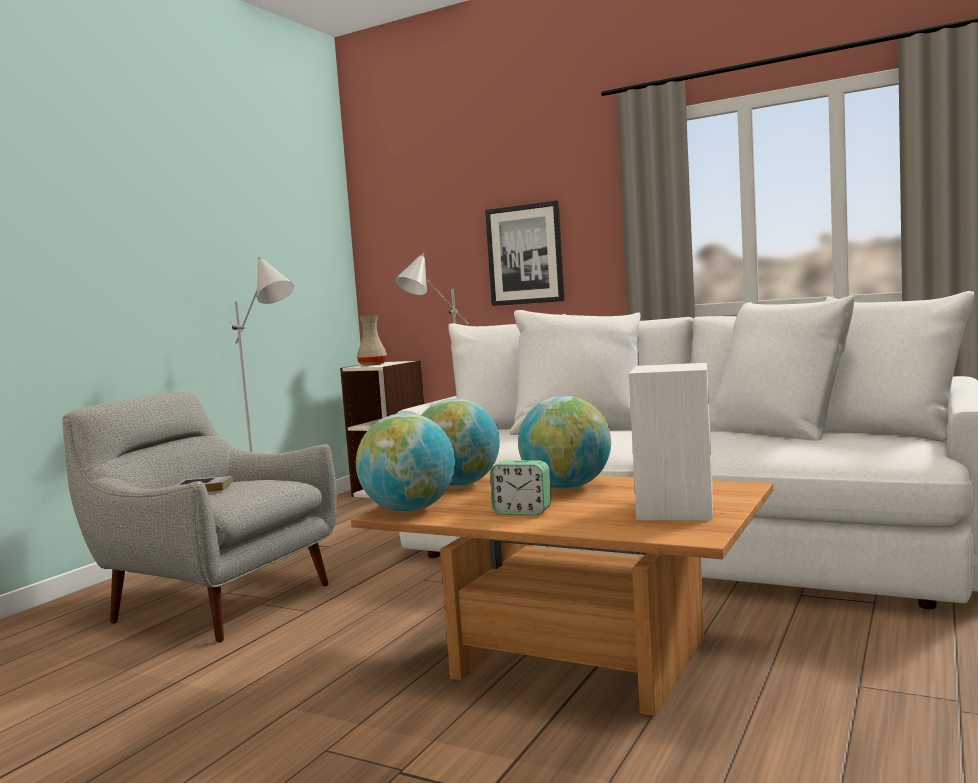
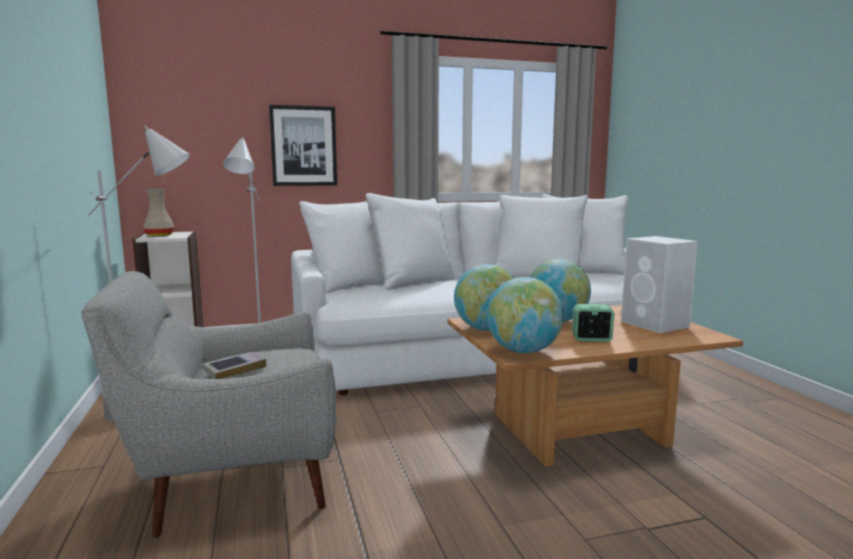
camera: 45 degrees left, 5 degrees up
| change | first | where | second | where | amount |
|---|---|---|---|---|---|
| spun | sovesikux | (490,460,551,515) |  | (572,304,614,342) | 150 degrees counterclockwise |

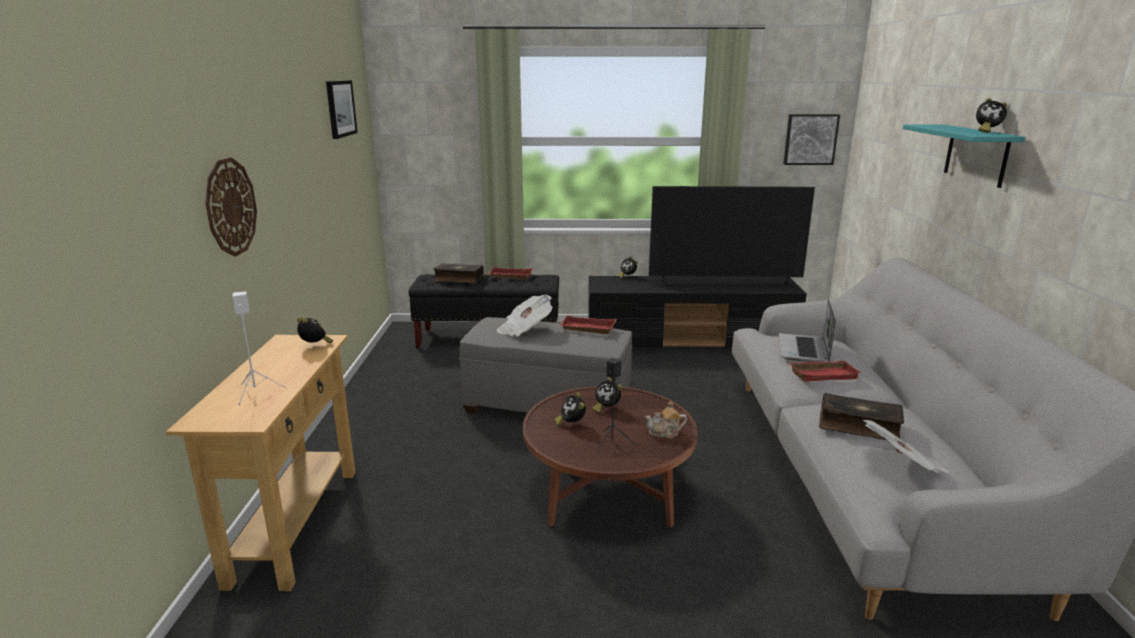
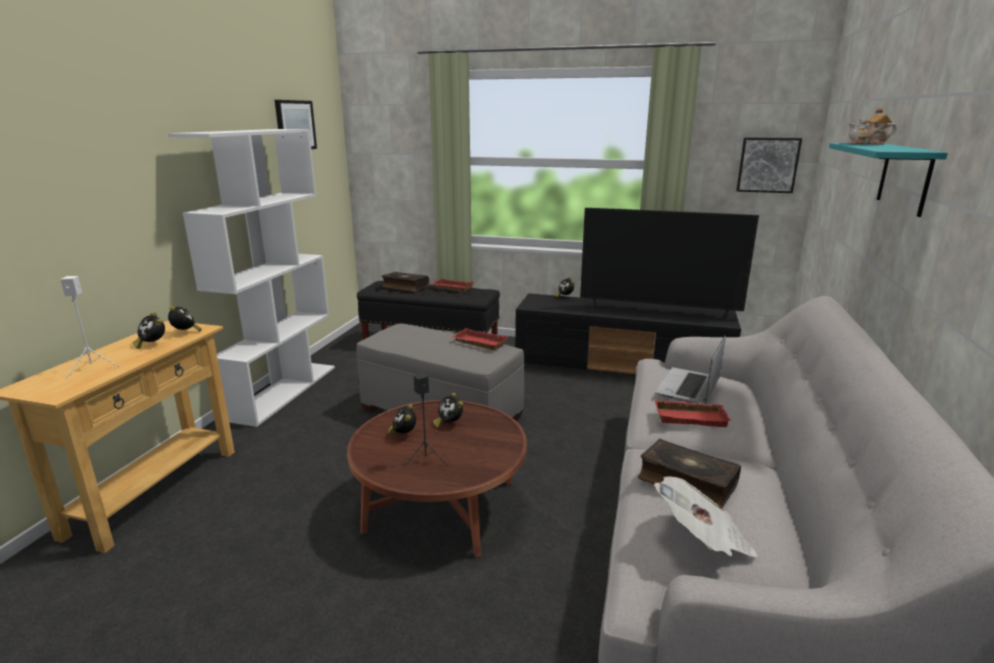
camera: 15 degrees right, 0 degrees up
| change | first | where | second | where | amount |
|---|---|---|---|---|---|
| relocated | sovesikux | (976,98,1007,133) |  | (132,312,165,349) |  |
| missing | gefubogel | (205,157,257,256) |  |  |  |
| missing | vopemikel | (497,295,552,337) |  |  |  |
| relocated | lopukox | (645,401,687,438) |  | (848,107,896,145) |  |
| appeared |  |  | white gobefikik | (168,129,335,427) |  |

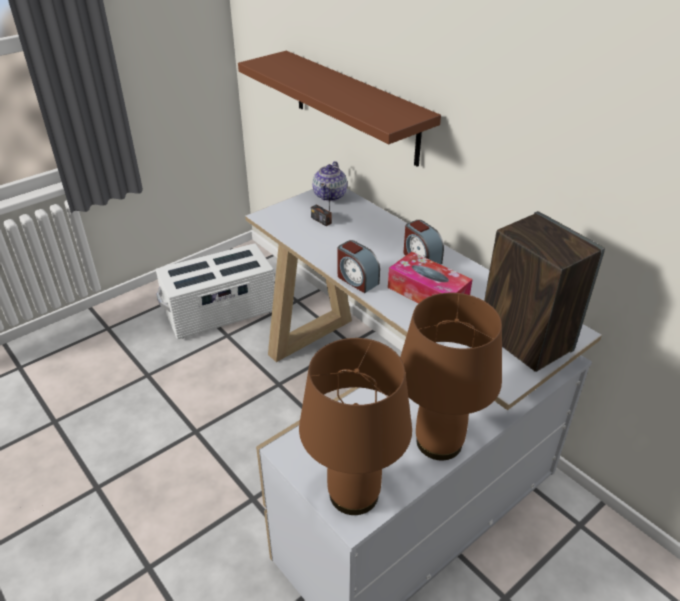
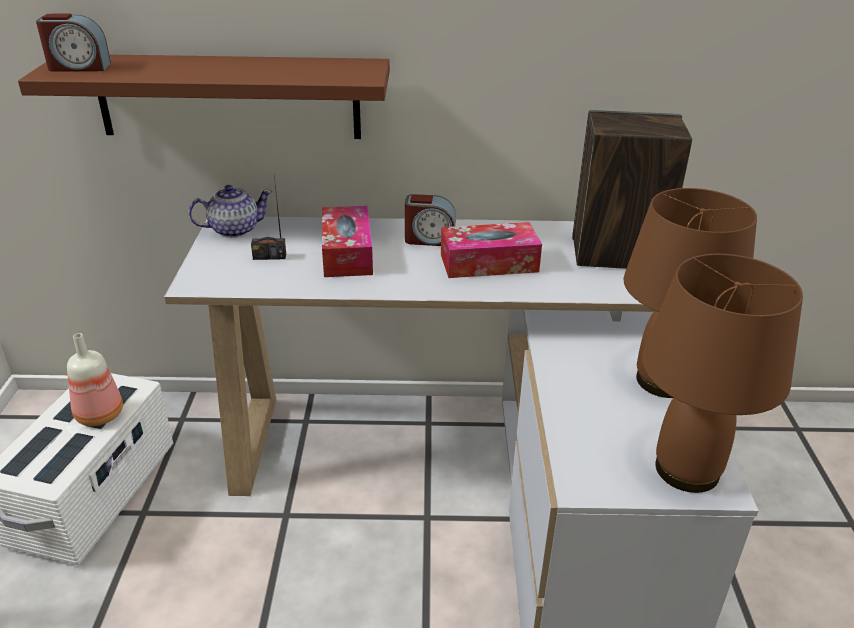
camera: 50 degrees left, 5 degrees down
| change | first | where | second | where | amount |
|---|---|---|---|---|---|
| spun | lopukox | (312,161,347,201) |  | (188,185,272,238) | 75 degrees counterclockwise |
| relocated | sovesikux | (338,240,380,293) |  | (36,14,111,72) |  |
| appeared |  |  | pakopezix | (322,206,373,277) |  |
| appeared |  |  | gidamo | (67,333,123,426) |  |

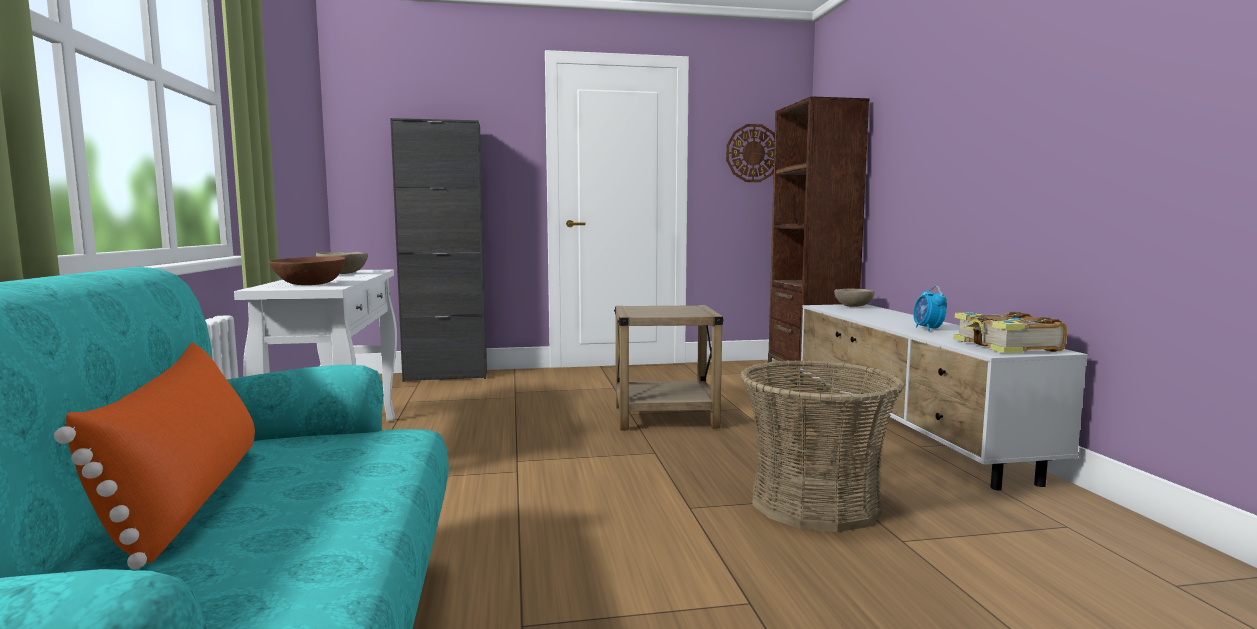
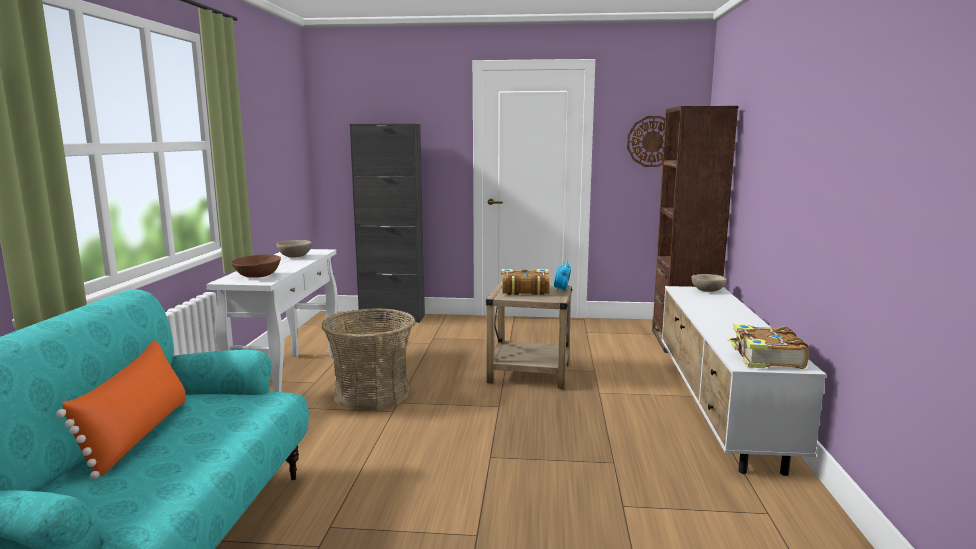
camera: 15 degrees right, 5 degrees up
| change | first | where | second | where | amount |
|---|---|---|---|---|---|
| relocated | sovesikux | (913,286,947,331) |  | (554,260,571,292) |  |
| relocated | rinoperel | (740,360,904,532) |  | (321,308,416,410) |  |
| appeared |  |  | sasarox | (501,269,550,295) |  |

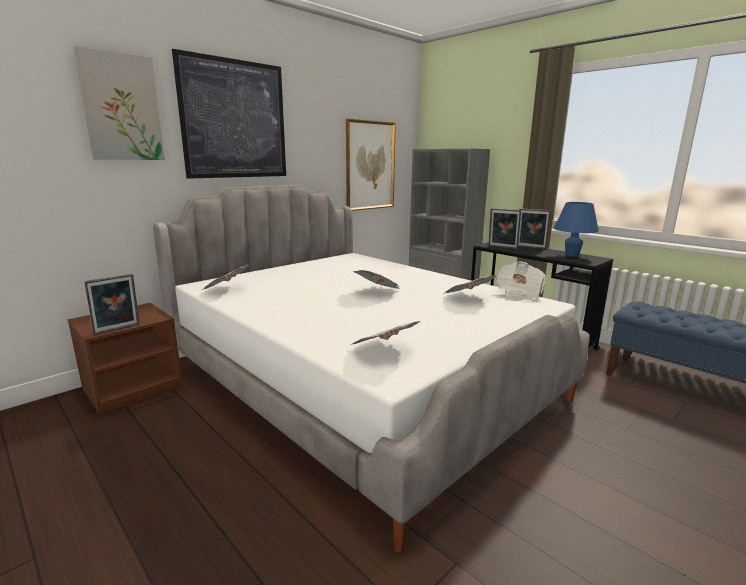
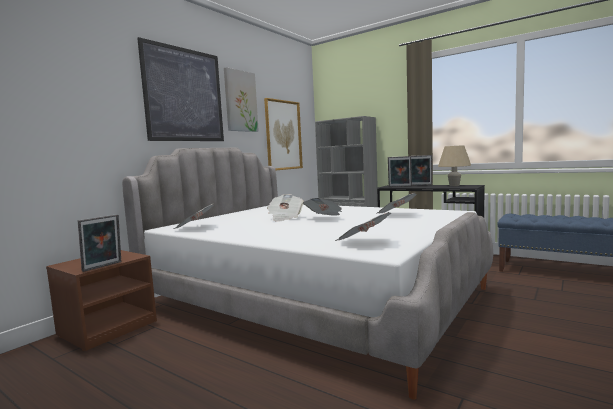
camera: 10 degrees left, 10 degrees down
| change | first | where | second | where | amount |
|---|---|---|---|---|---|
| relocated | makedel | (74,46,165,160) |  | (224,67,259,132) |  |
| colour | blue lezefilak | (554,202,599,257) | beige lezefilak | (438,145,471,186) |  |
| relocated | vopemikel | (496,261,546,301) |  | (267,194,304,222) |  |

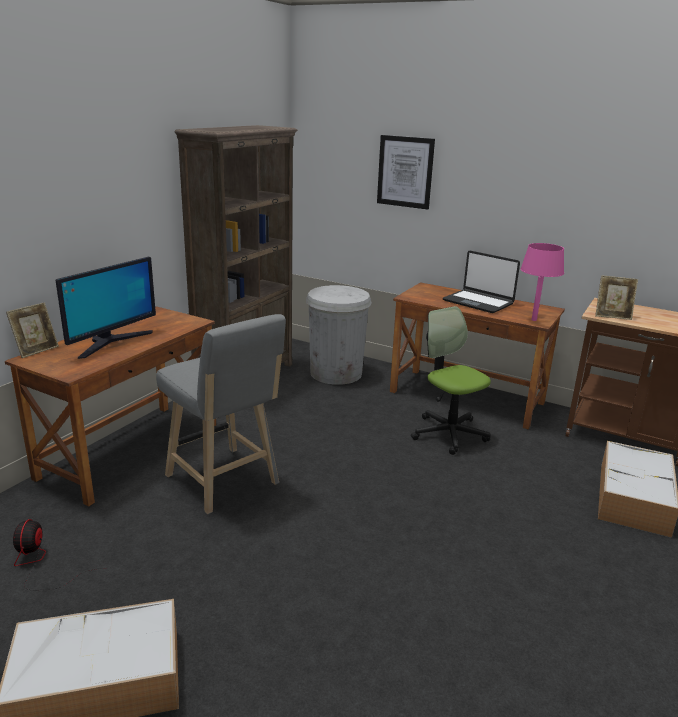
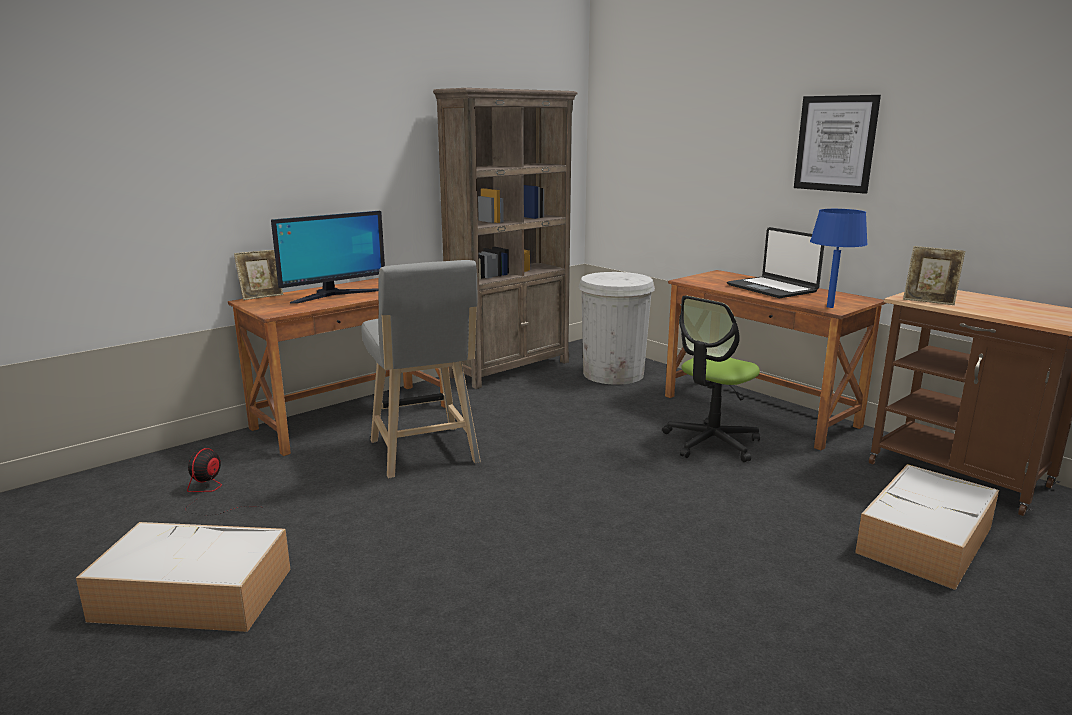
camera: 20 degrees right, 5 degrees down
| change | first | where | second | where | amount |
|---|---|---|---|---|---|
| relocated | makedel | (377,135,435,210) |  | (794,95,881,194) |  |
| colour | pink lezefilak | (521,243,564,321) | blue lezefilak | (810,209,868,308) |  |
| spun | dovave | (411,306,491,455) |  | (662,296,760,462) | 120 degrees counterclockwise |

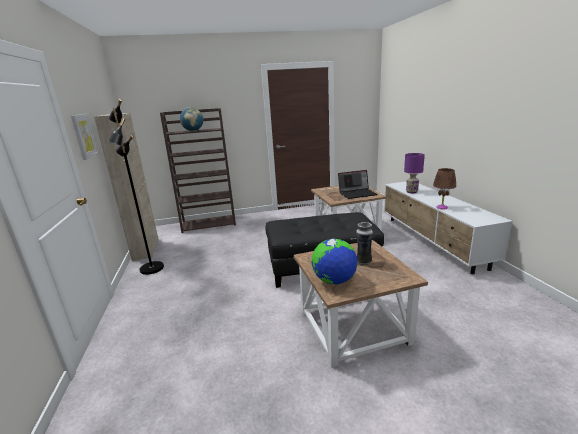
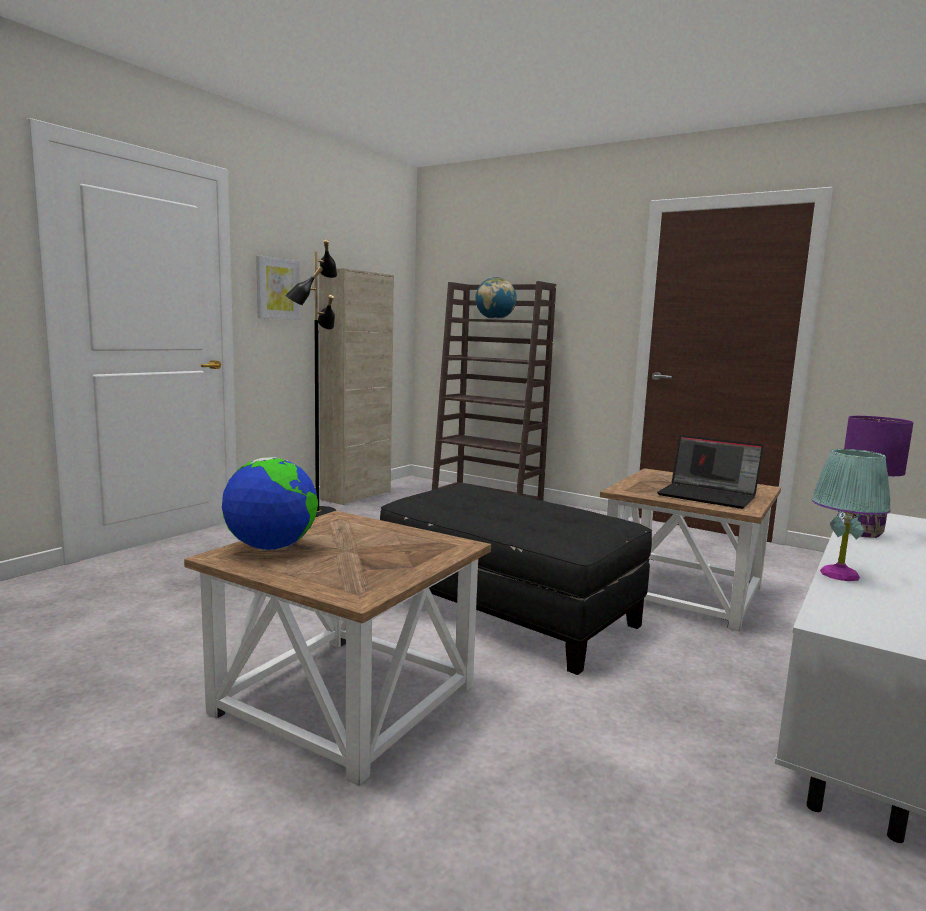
camera: 45 degrees right, 10 degrees down
| change | first | where | second | where | amount |
|---|---|---|---|---|---|
| colour | brown lezefilak | (433,168,456,210) | turquoise lezefilak | (812,449,891,581) |  |
| missing | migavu | (356,222,373,265) |  |  |  |

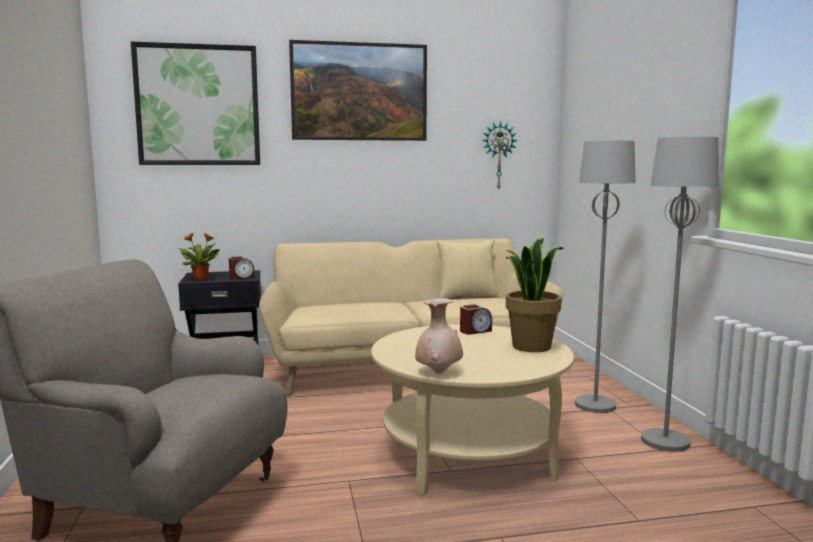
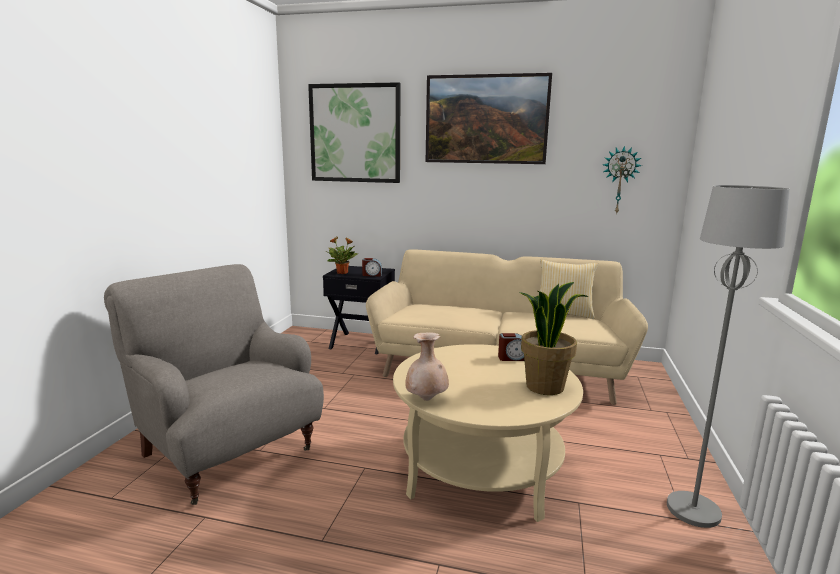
camera: 25 degrees right, 5 degrees up
| change | first | where | second | where | amount |
|---|---|---|---|---|---|
| missing | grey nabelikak | (575,140,636,413) |  |  |  |

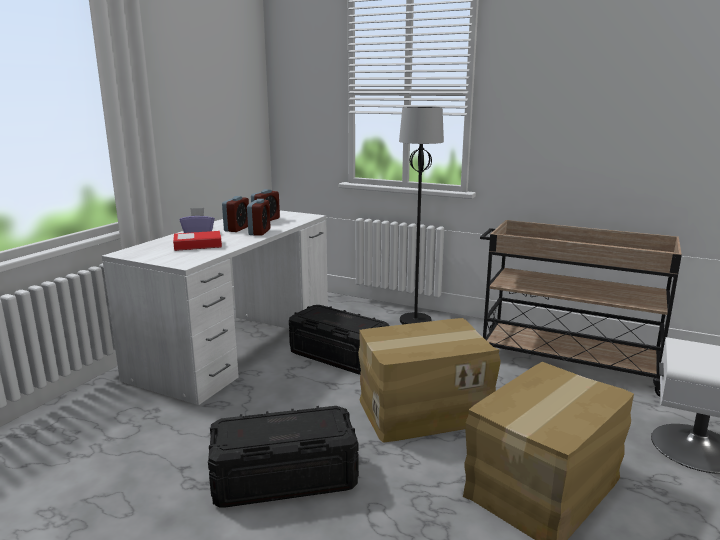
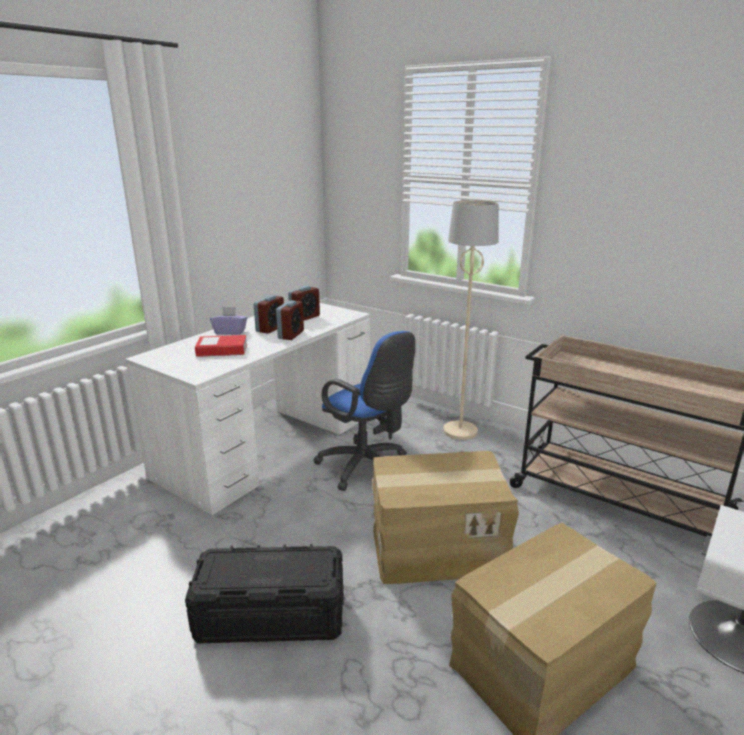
camera: 10 degrees right, 5 degrees up
| change | first | where | second | where | amount |
|---|---|---|---|---|---|
| colour | black nabelikak | (399,106,444,324) | beige nabelikak | (443,200,498,440) |  |
| exchanged | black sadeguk | (289,305,390,375) | blue dovave | (314,331,415,491) |  |

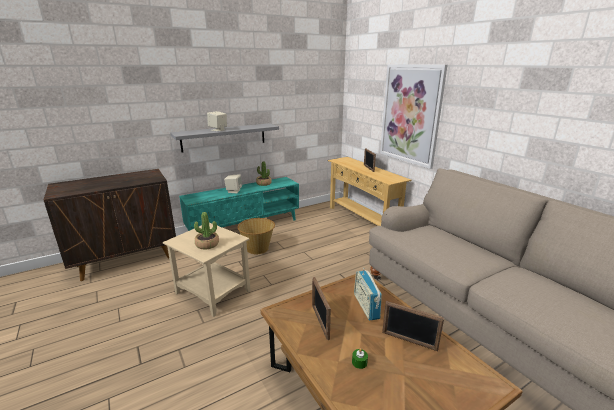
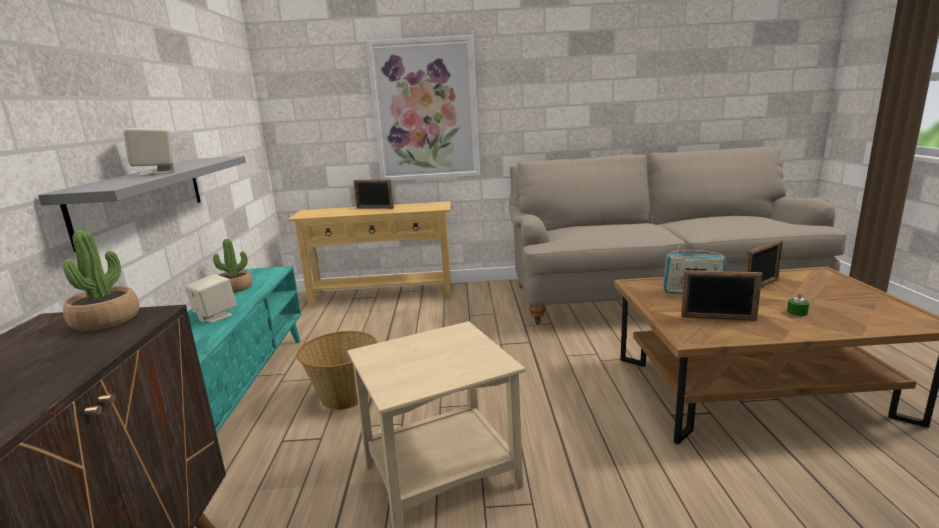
camera: 60 degrees left, 5 degrees down
| change | first | where | second | where | amount |
|---|---|---|---|---|---|
| relocated | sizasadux | (194,212,219,249) |  | (63,230,139,331) |  |

